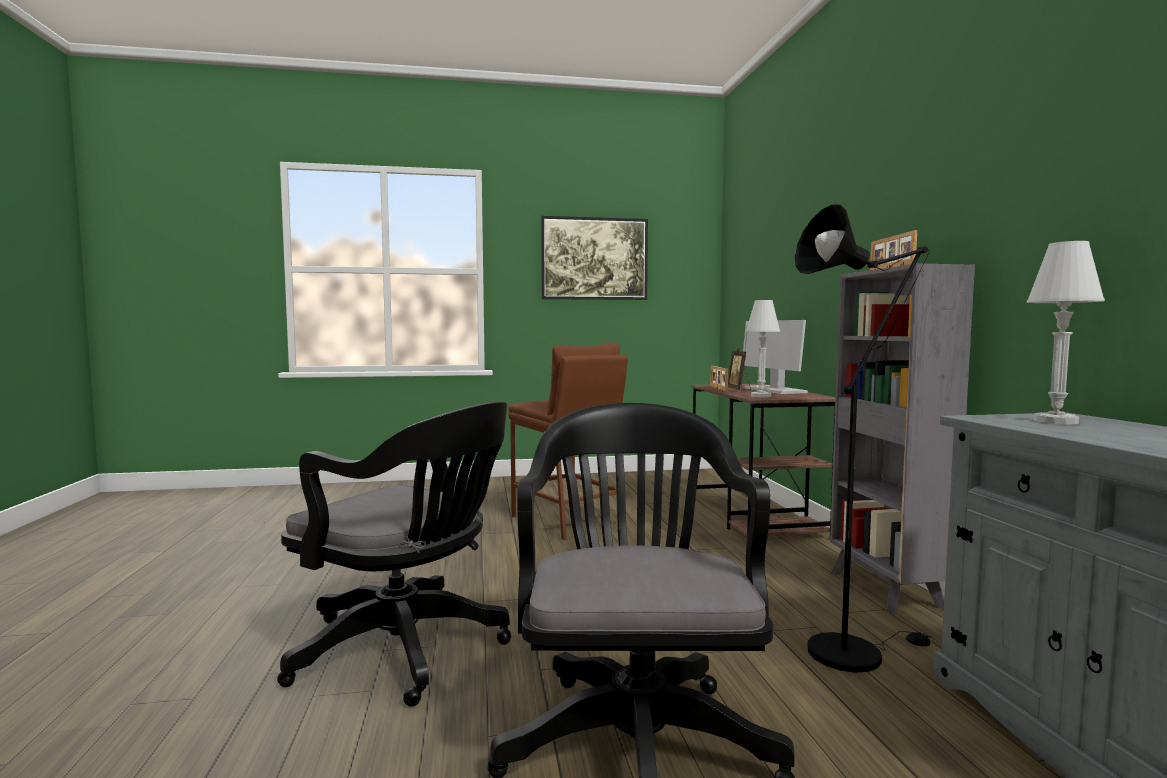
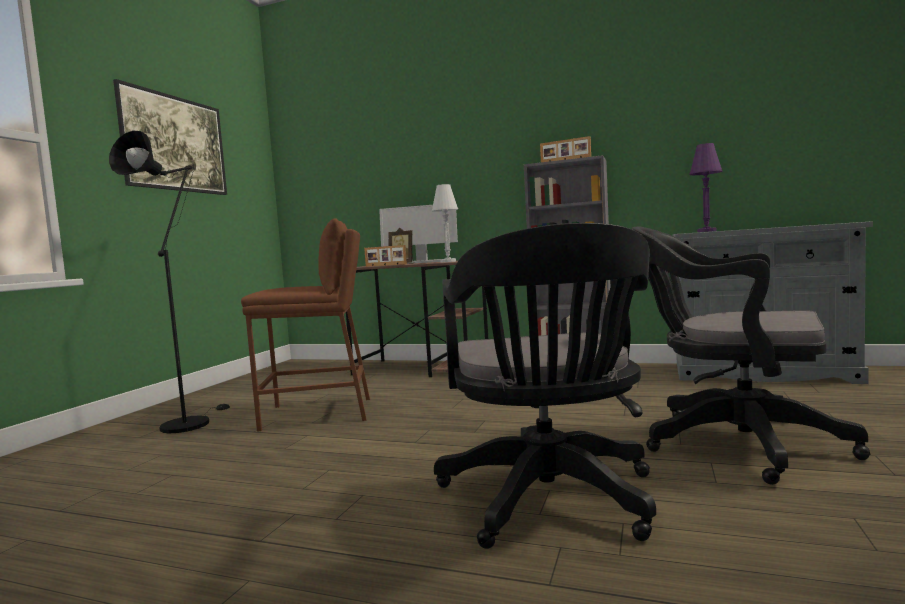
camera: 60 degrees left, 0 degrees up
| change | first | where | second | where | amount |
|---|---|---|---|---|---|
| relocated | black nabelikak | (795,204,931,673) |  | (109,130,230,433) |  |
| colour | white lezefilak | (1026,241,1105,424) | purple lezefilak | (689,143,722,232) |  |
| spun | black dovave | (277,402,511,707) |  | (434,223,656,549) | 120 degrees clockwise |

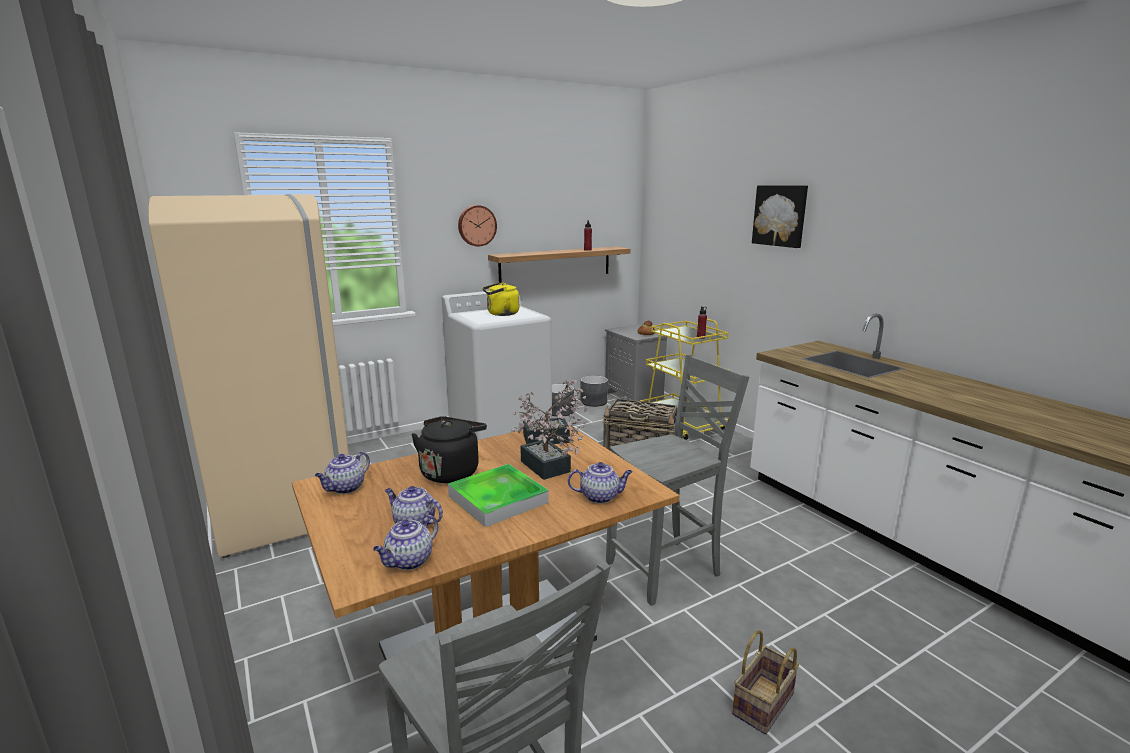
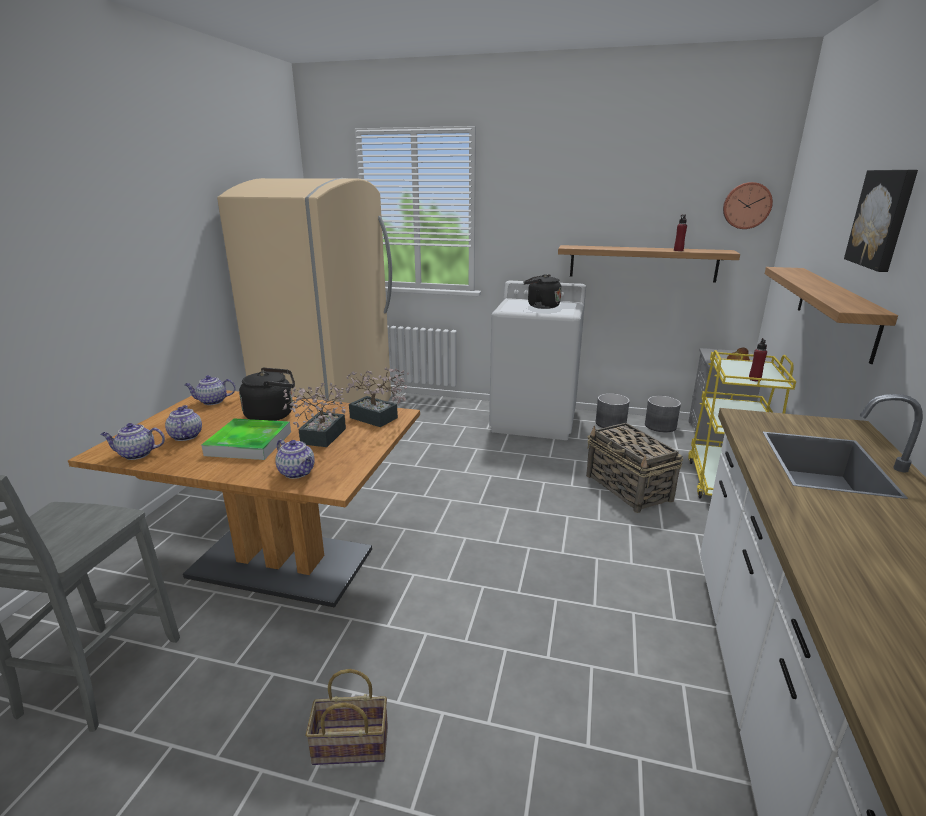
camera: 45 degrees right, 5 degrees up
| change | first | where | second | where | amount |
|---|---|---|---|---|---|
| relocated | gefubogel | (458,205,497,246) |  | (723,182,773,229) |  |
| colour | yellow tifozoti | (483,283,519,316) | black tifozoti | (523,274,562,309) |  |
| missing | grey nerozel | (606,355,749,606) |  |  |  |
| appeared |  |  | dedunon | (765,267,898,364) |  |

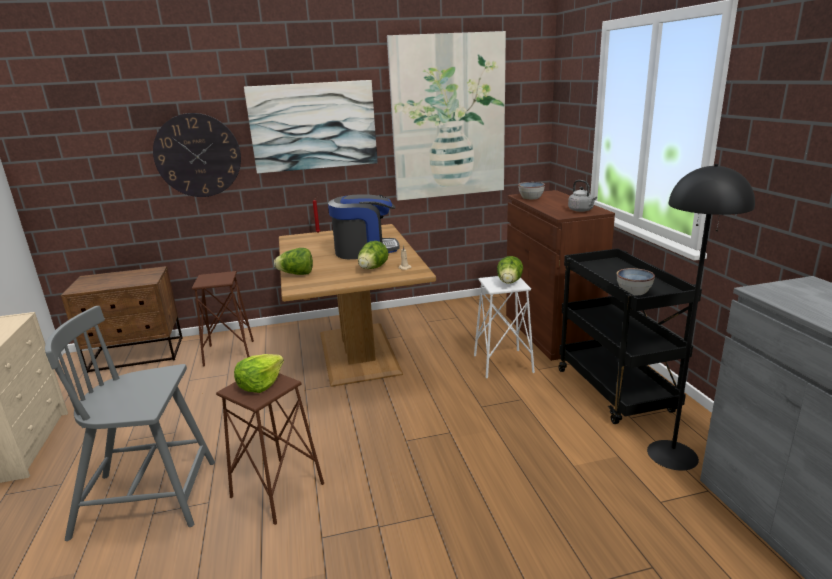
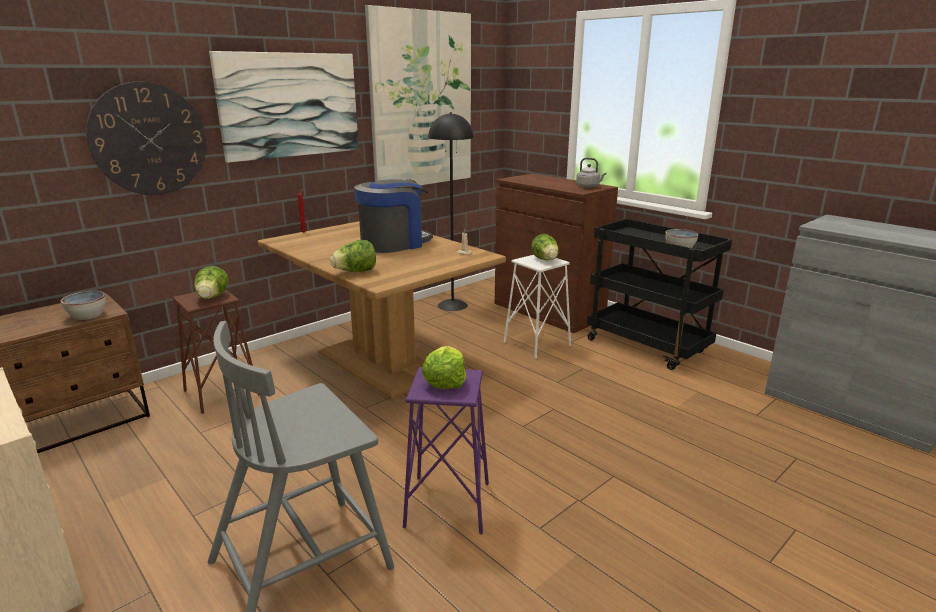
camera: 30 degrees left, 0 degrees up
| change | first | where | second | where | amount |
|---|---|---|---|---|---|
| relocated | black nabelikak | (647,164,755,471) |  | (428,112,474,311) |  |
| relocated | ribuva | (518,182,545,199) |  | (61,291,106,320) |  |
| relocated | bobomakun | (358,241,389,269) |  | (194,266,229,299) |  |
| colour | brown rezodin | (216,373,324,525) | purple rezodin | (403,367,489,534) |  |

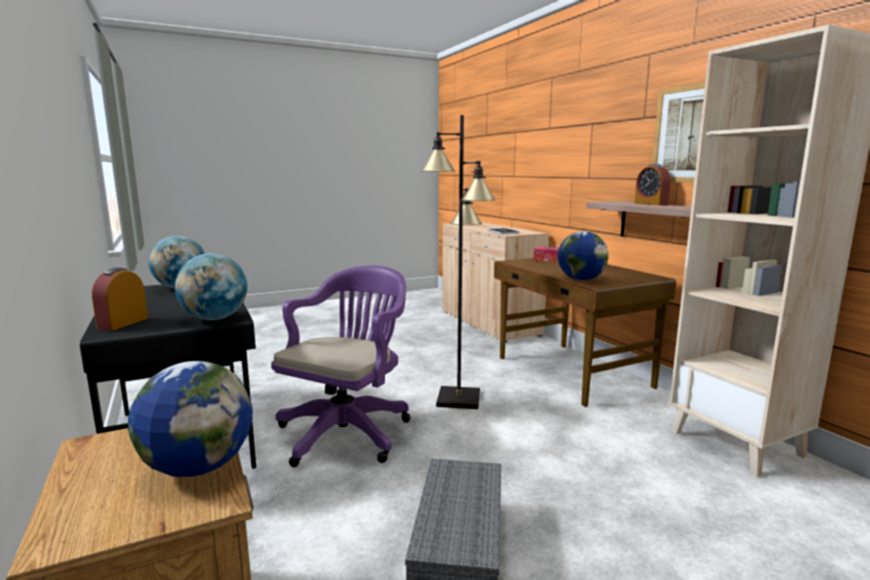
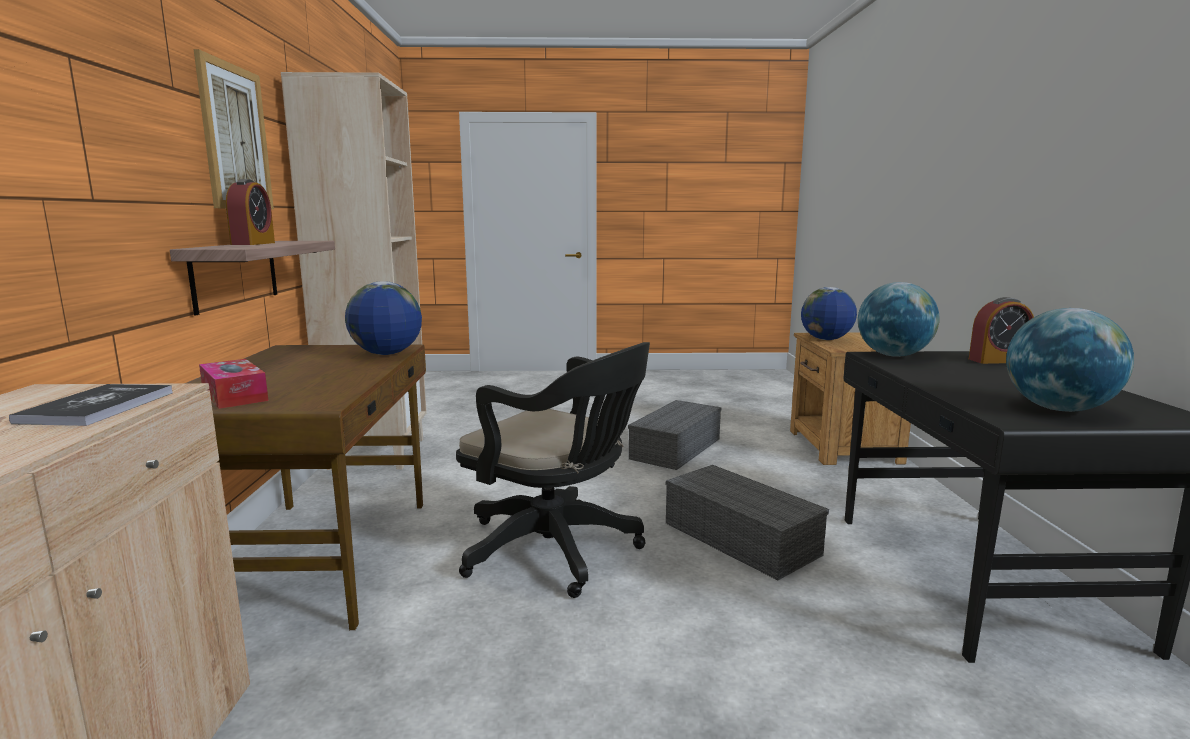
camera: 155 degrees left, 0 degrees up
| change | first | where | second | where | amount |
|---|---|---|---|---|---|
| exchanged | black nabelikak | (421,115,496,409) | black dovave | (456,342,650,598) |  |
| exchanged | purple dovave | (271,266,411,467) | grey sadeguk | (666,465,829,580) |  |
| spun | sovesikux | (92,268,148,331) |  | (969,297,1034,364) | 45 degrees clockwise |

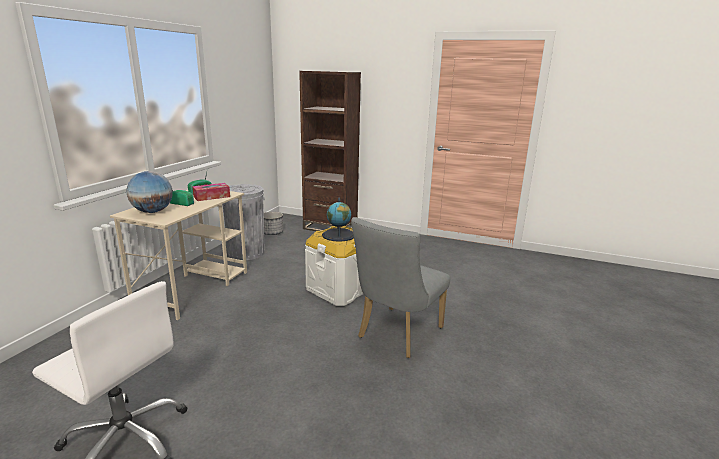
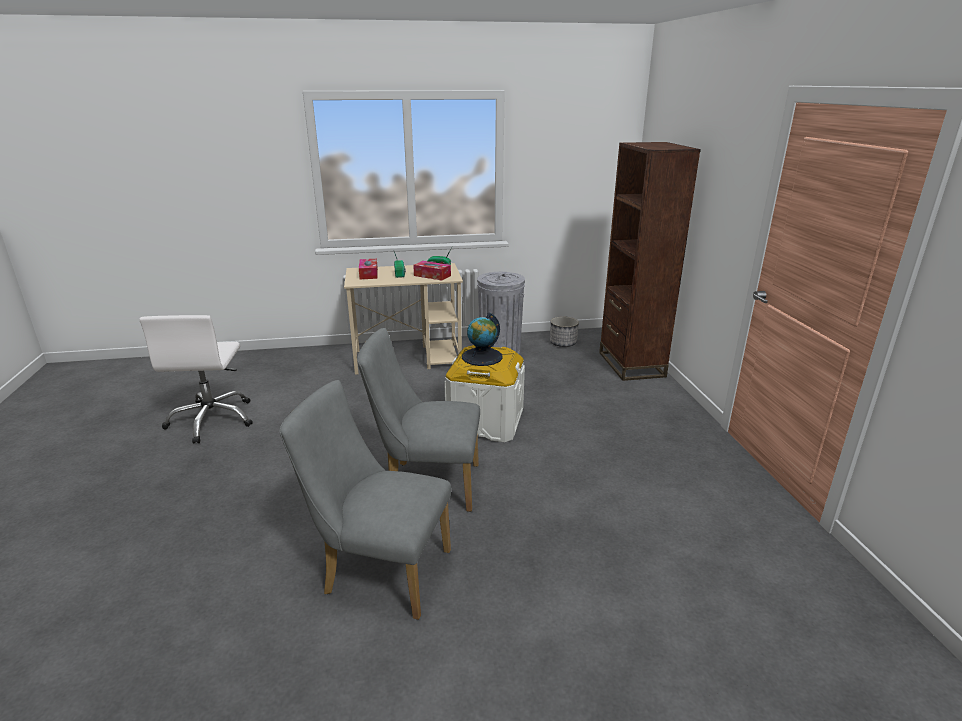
camera: 60 degrees right, 5 degrees up
| change | first | where | second | where | amount |
|---|---|---|---|---|---|
| exchanged | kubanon | (127,171,173,213) | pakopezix | (359,259,378,279) |  |
| appeared |  |  | grey nerozel | (280,380,451,620) |  |

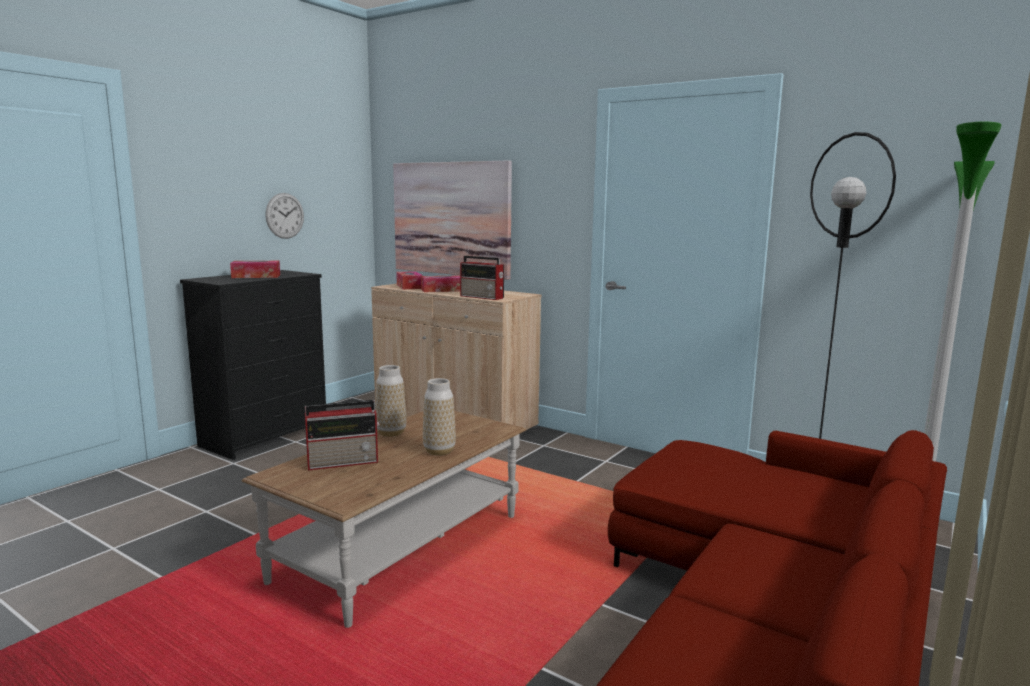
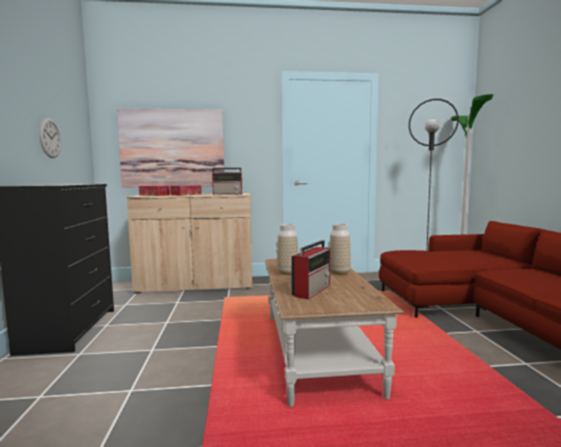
camera: 40 degrees left, 5 degrees down
| change | first | where | second | where | amount |
|---|---|---|---|---|---|
| missing | pakopezix | (230,261,280,278) |  |  |  |

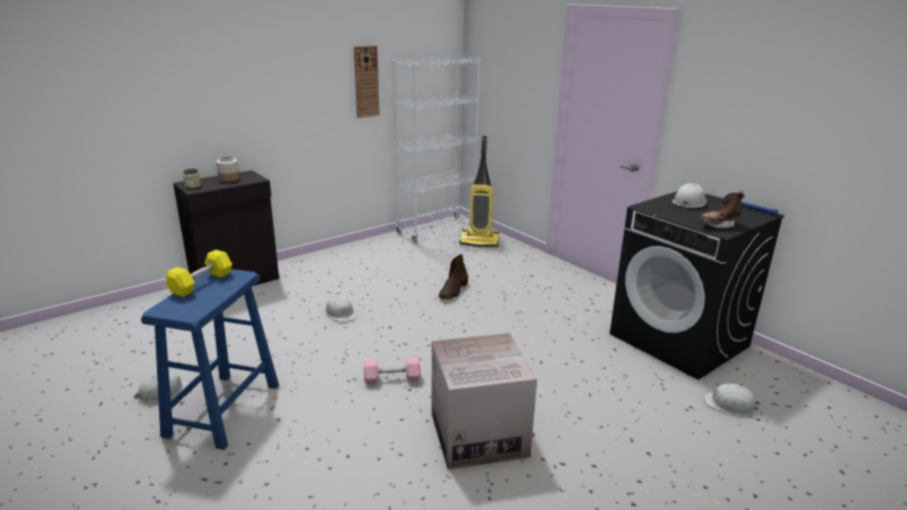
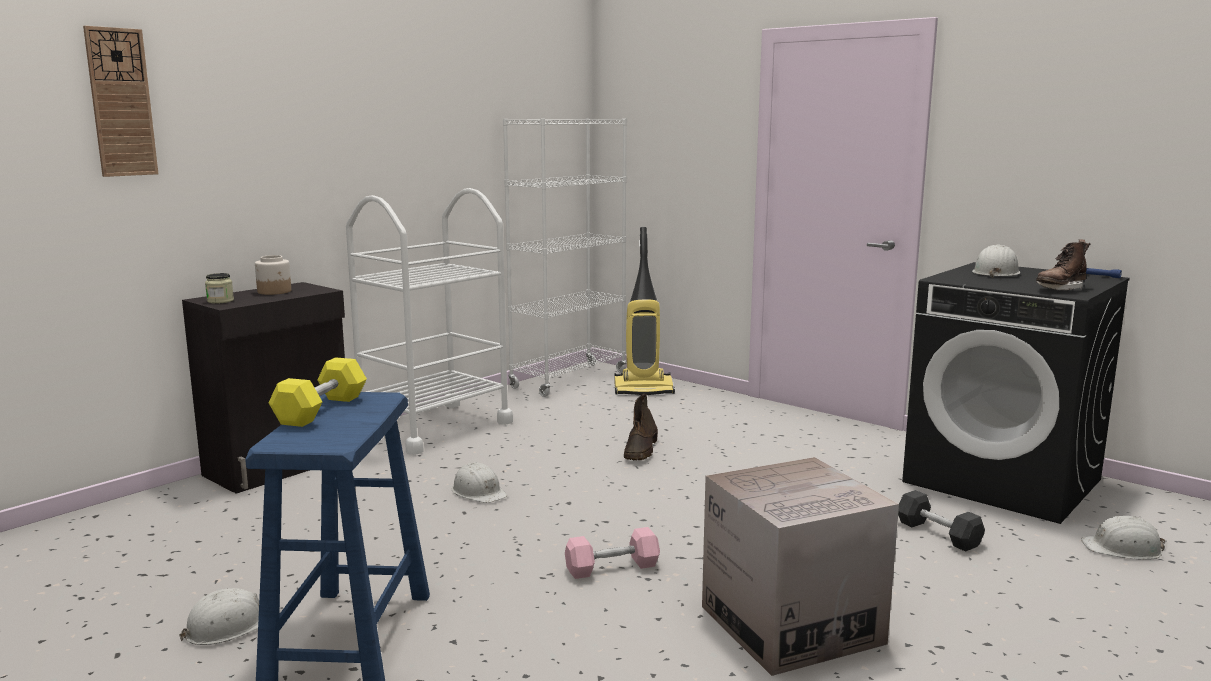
camera: 10 degrees left, 10 degrees down
| change | first | where | second | where | amount |
|---|---|---|---|---|---|
| relocated | gefubogel | (354,45,380,118) |  | (83,26,158,177) |  |
| appeared |  |  | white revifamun | (346,188,513,455) |  |
| appeared |  |  | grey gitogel | (898,490,985,552) |  |

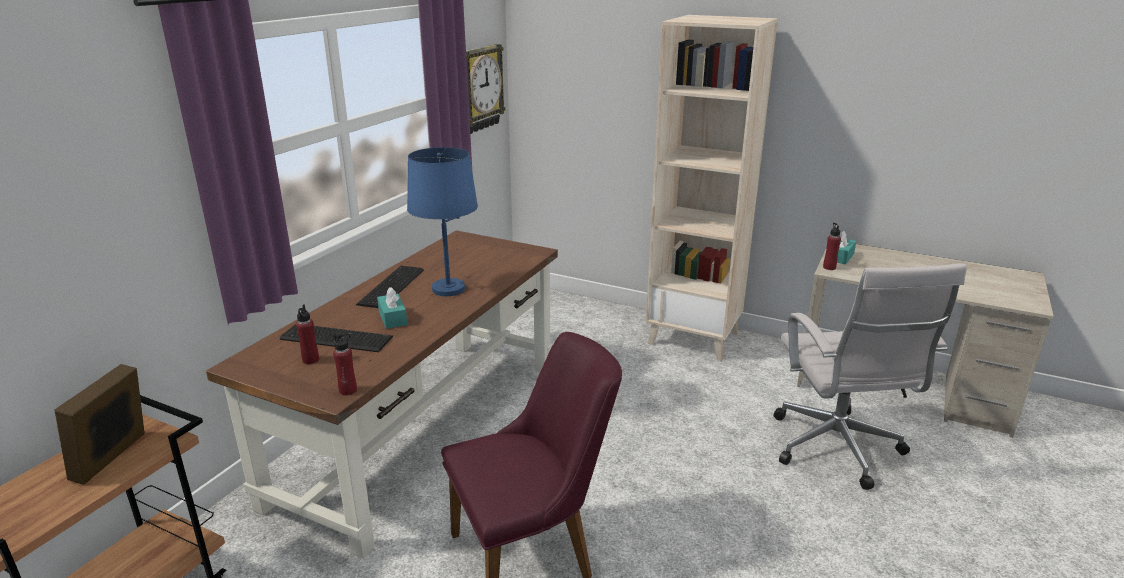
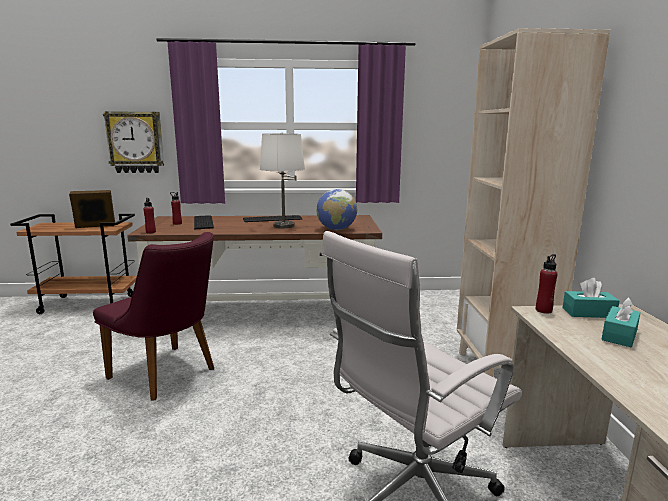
camera: 60 degrees right, 10 degrees down
| change | first | where | second | where | amount |
|---|---|---|---|---|---|
| relocated | gefubogel | (466,44,505,134) |  | (103,111,164,173) |  |
| colour | blue lezefilak | (407,147,478,296) | white lezefilak | (260,132,305,228) |  |
| relocated | turquoise pakopezix | (377,287,407,329) |  | (601,297,641,347) |  |
| appeared |  |  | kubanon | (316,189,357,230) |  |

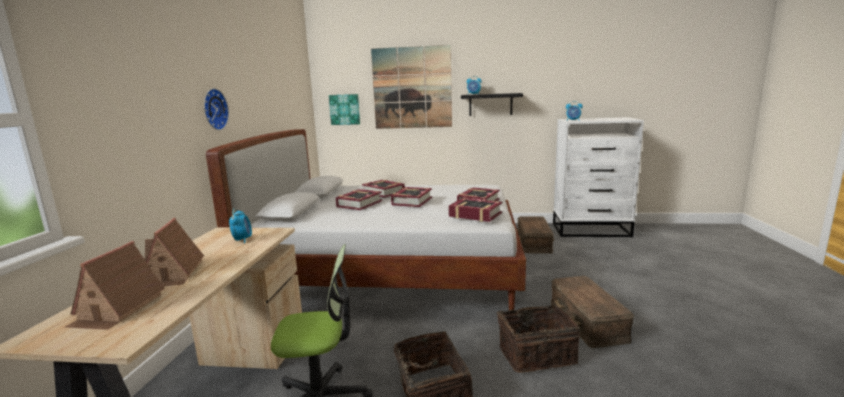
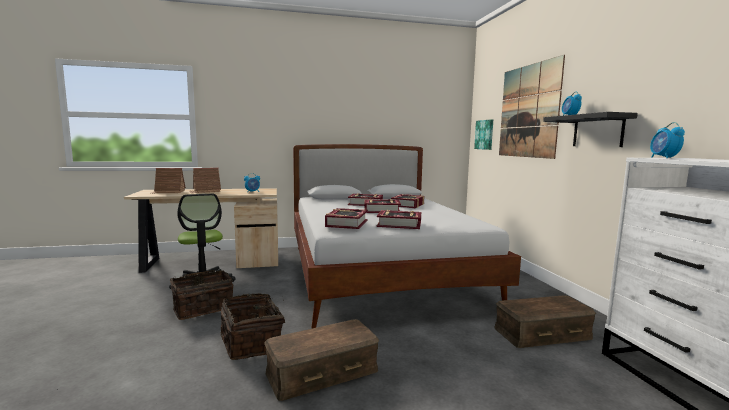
camera: 70 degrees right, 5 degrees down
| change | first | where | second | where | amount |
|---|---|---|---|---|---|
| missing | gefubogel | (204,88,229,130) |  |  |  |

